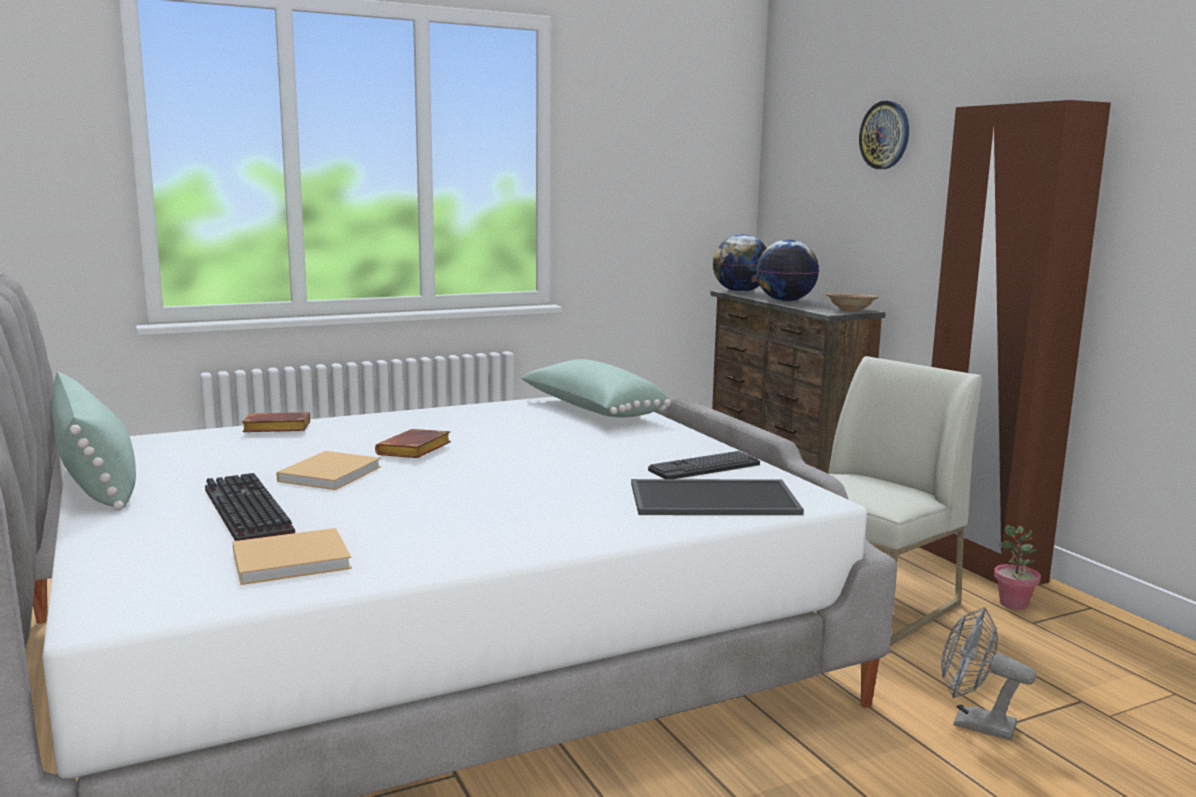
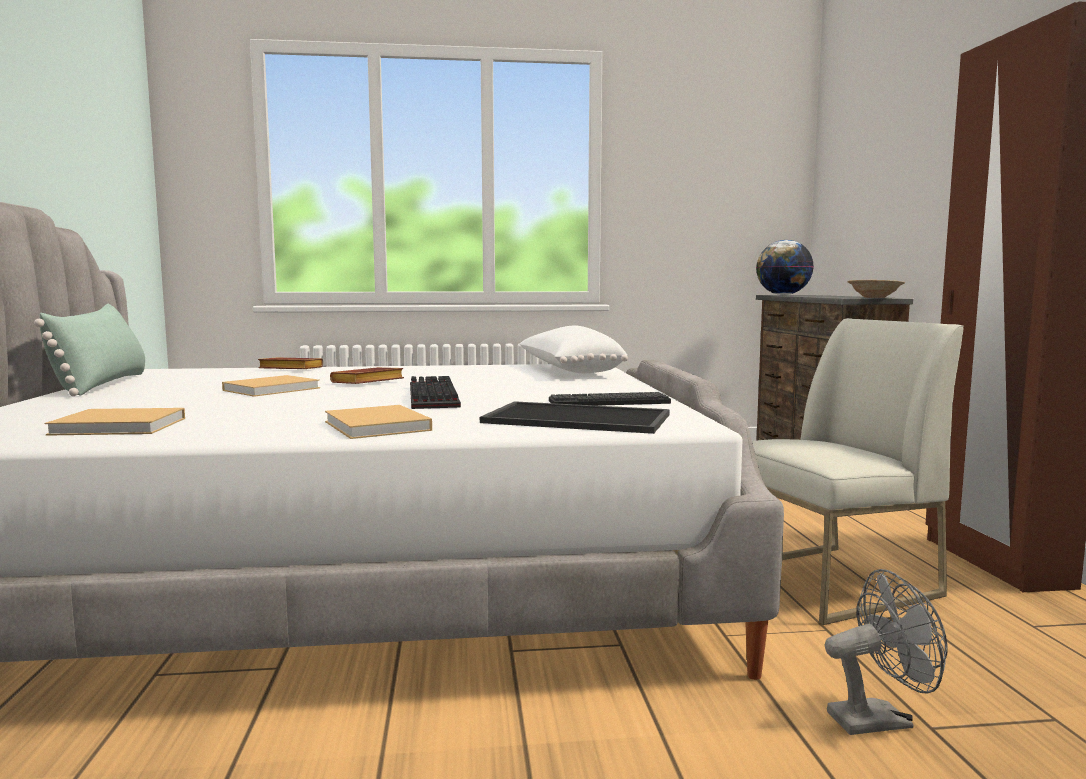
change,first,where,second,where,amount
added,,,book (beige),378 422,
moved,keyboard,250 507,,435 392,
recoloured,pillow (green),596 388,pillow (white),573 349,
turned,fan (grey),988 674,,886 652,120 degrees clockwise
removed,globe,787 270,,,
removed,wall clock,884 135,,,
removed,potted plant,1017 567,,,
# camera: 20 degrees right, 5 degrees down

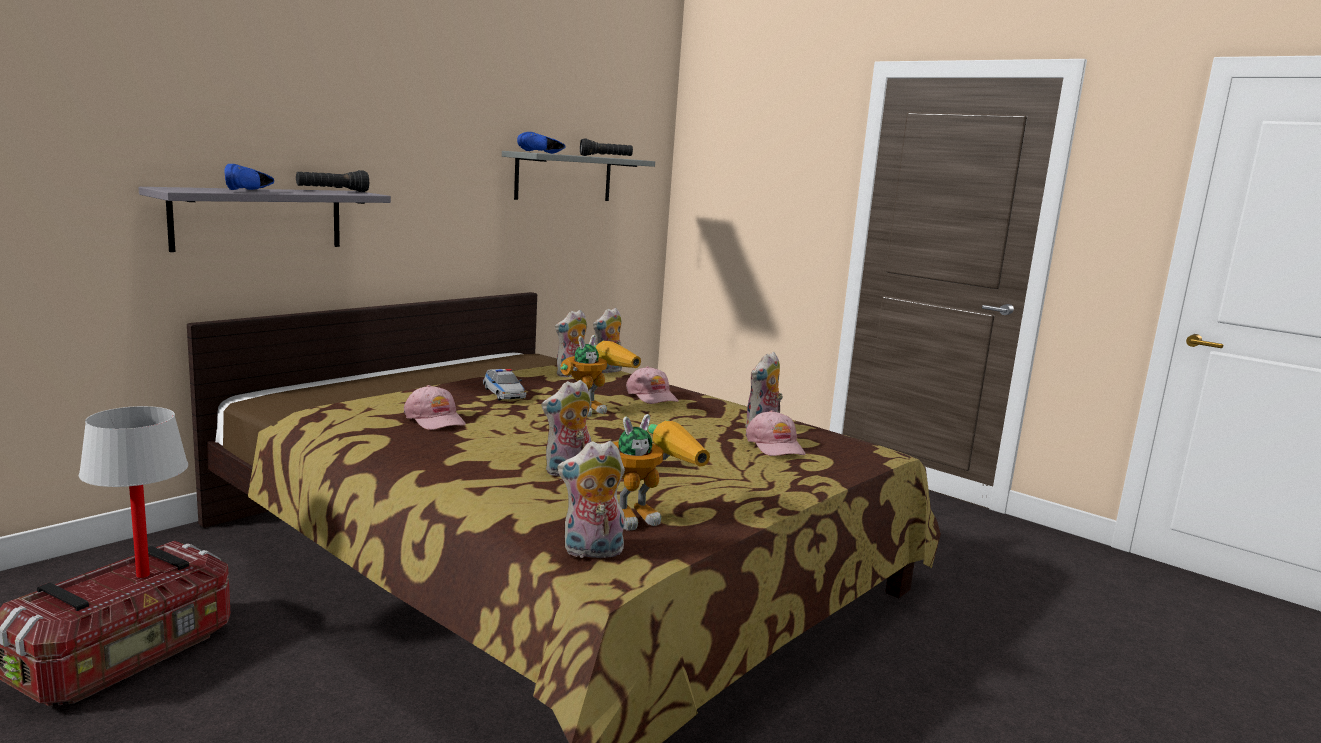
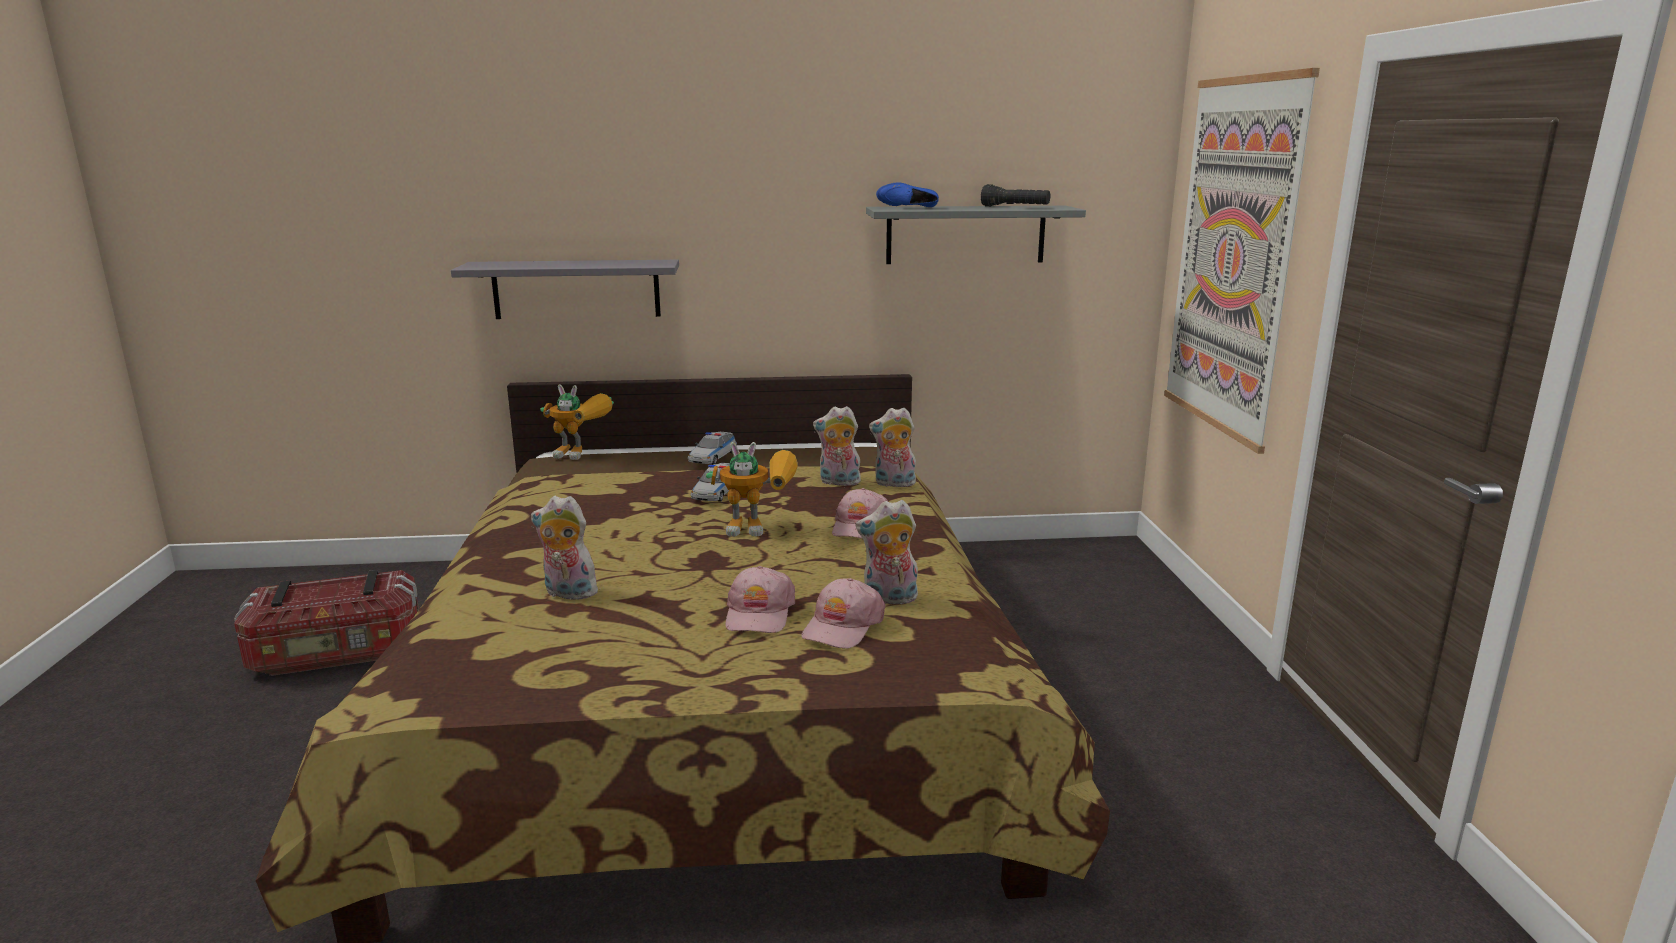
change,first,where,second,where,amount
moved,toy robot,662 472,,577 422,
added,,,toy car,712 448,
moved,cap (pink),435 407,,760 599,
added,,,picture,1242 261,
removed,table lamp (white),133 492,,,
removed,shoe (blue),249 177,,,
removed,flashlight (black),332 181,,,
removed,plush toy,591 499,,,
# camera: 45 degrees right, 5 degrees up

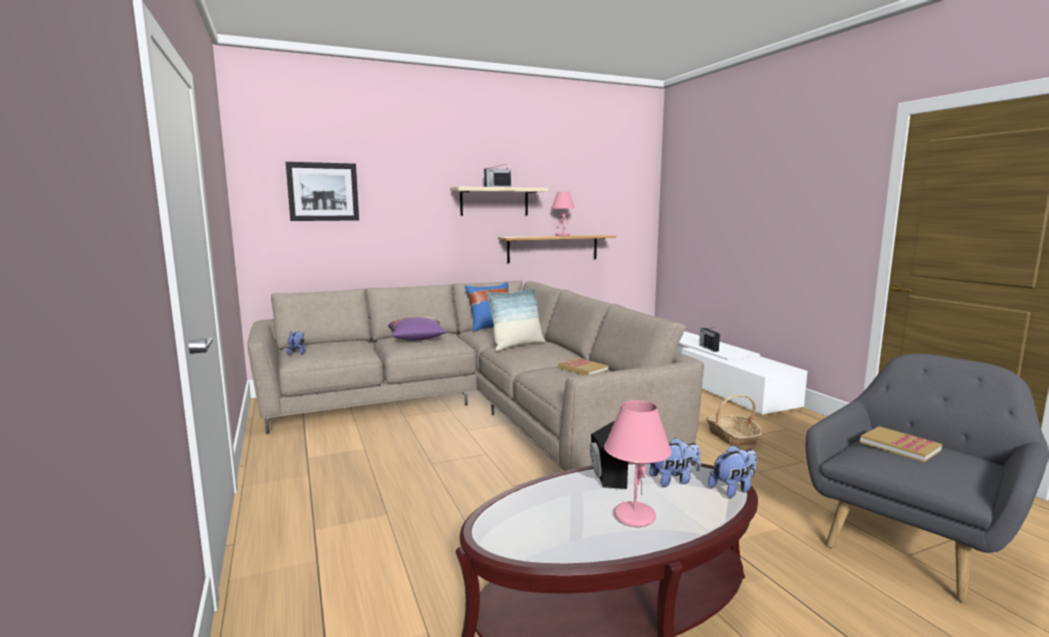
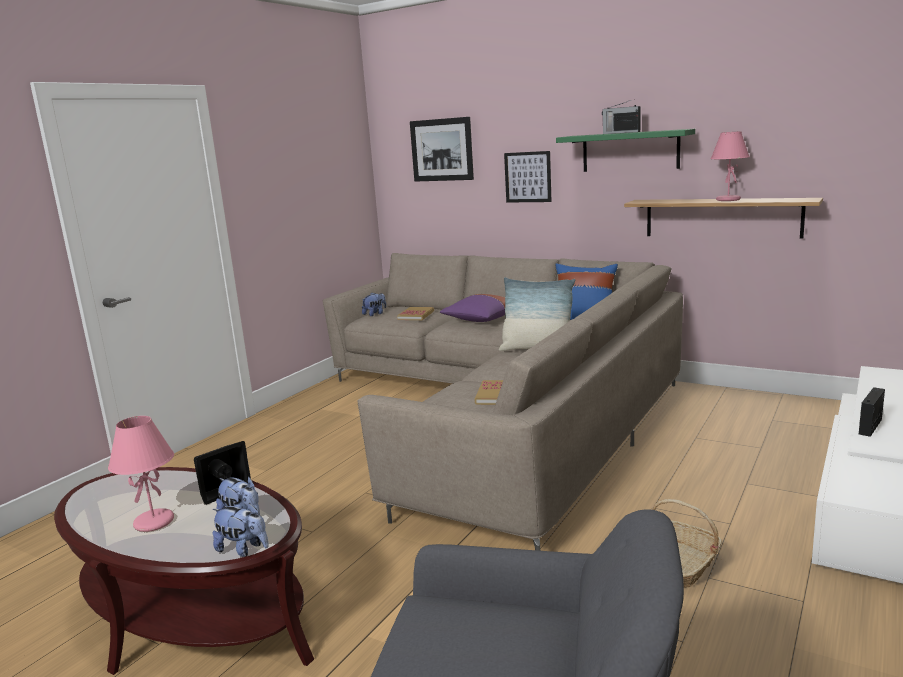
change,first,where,second,where,amount
moved,book,901 444,,415 313,
added,,,picture,528 177,
recoloured,shelf (beige),499 201,shelf (green),625 150,
# camera: 55 degrees right, 5 degrees up

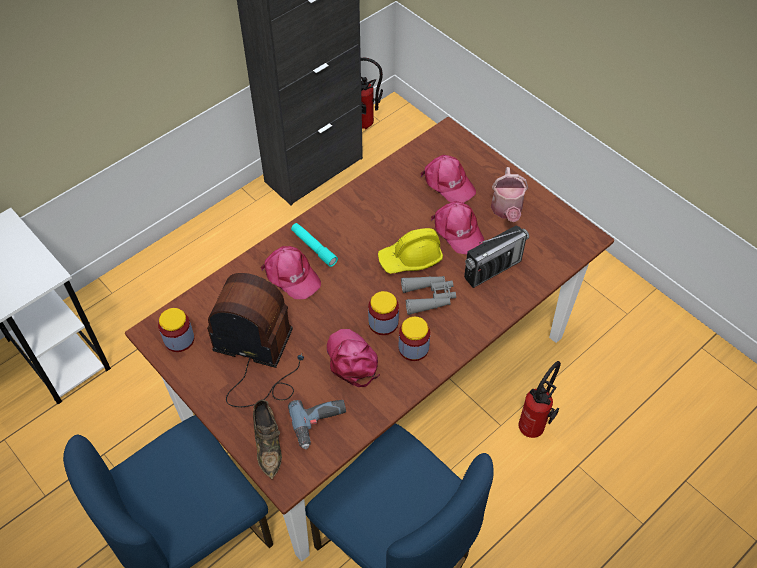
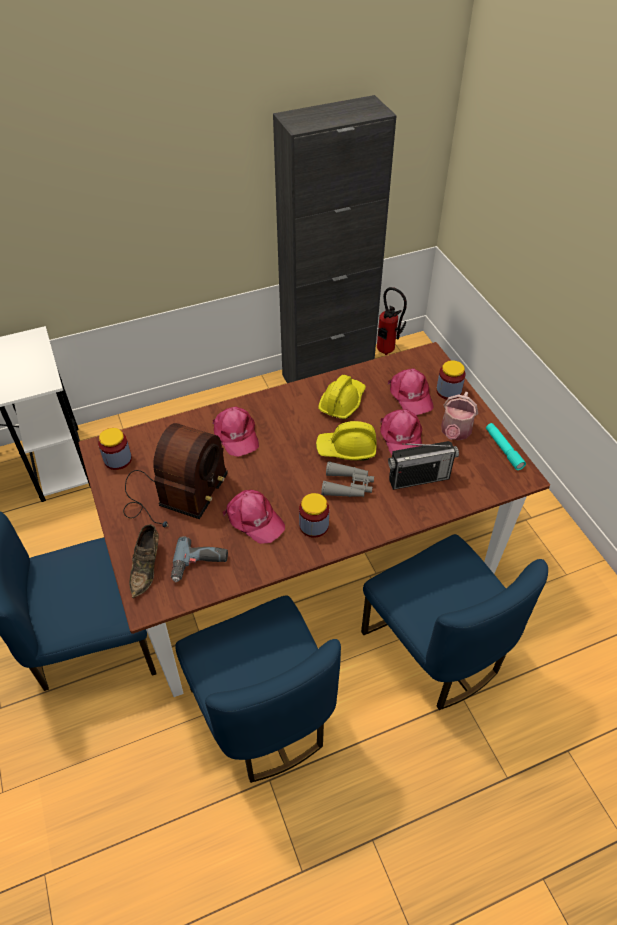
change,first,where,second,where,amount
turned,radio,255 340,,175 475,75 degrees clockwise
turned,cap (pink),353 358,,254 517,135 degrees clockwise
added,,,hard hat (yellow),342 397,
replaced,fire extinguisher,539 399,chair (blue),454 622,
moved,jar,383 313,,451 380,
moved,flashlight (turquoise),314 245,,506 446,
# camera: 20 degrees right, 5 degrees down

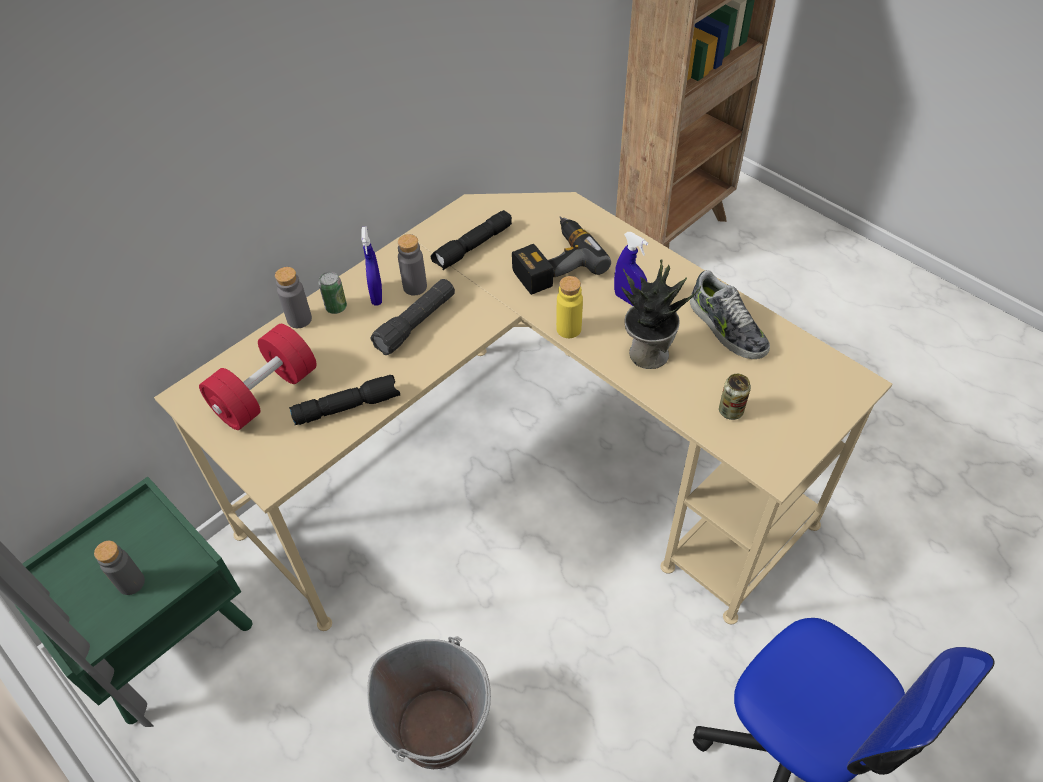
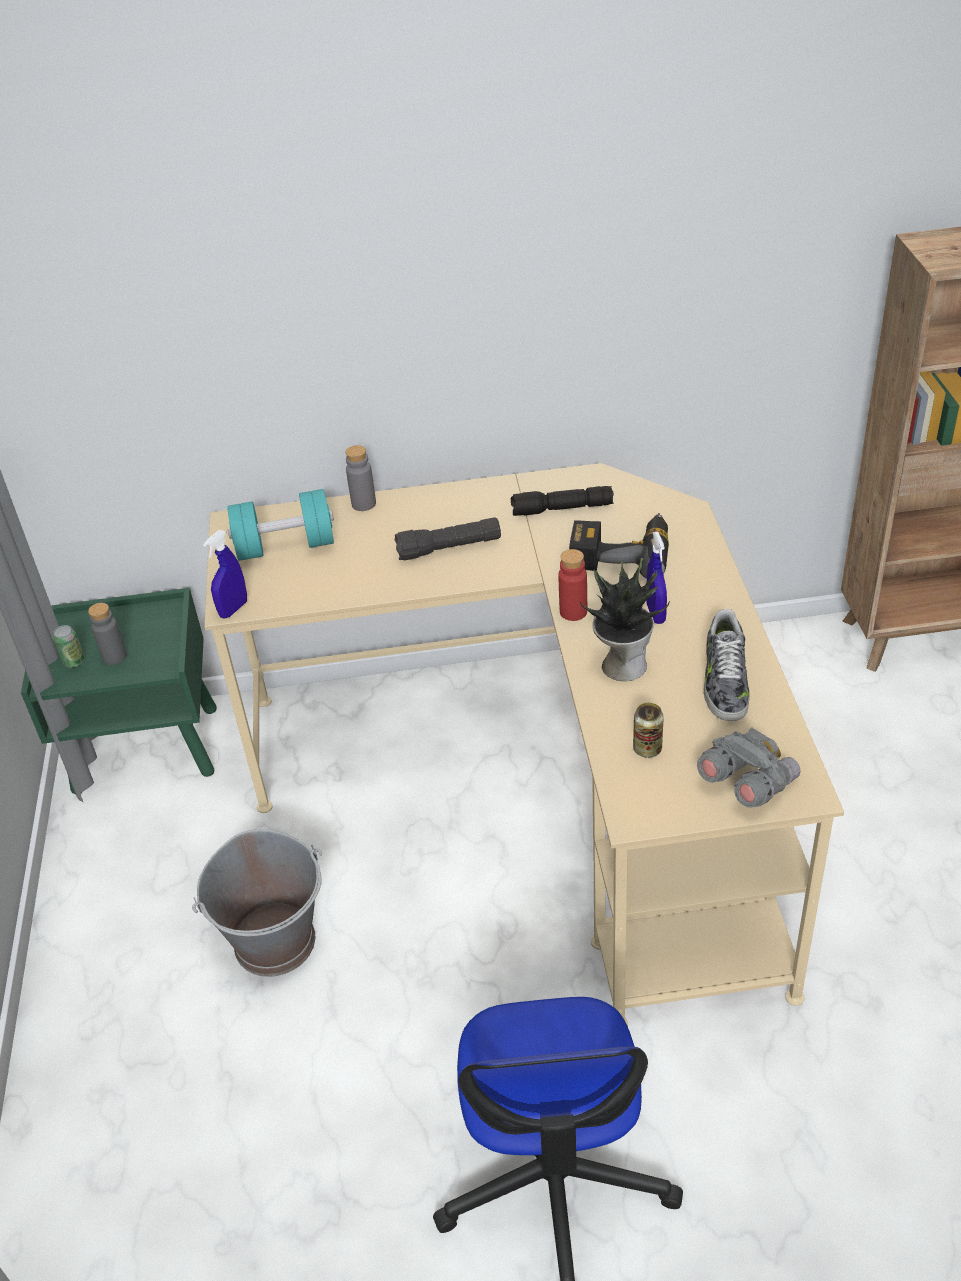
change,first,where,second,where,amount
moved,can,333 293,,68 646,
moved,spray bottle (blue),371 266,,225 574,
recoloured,dumbbell (red),258 377,dumbbell (turquoise),280 525,
recoloured,bottle (yellow),569 307,bottle (red),573 585,
added,,,binoculars (grey),749 767,
removed,flashlight (black),344 400,,,
removed,bottle (grey),412 265,,,
# camera: 40 degrees right, 10 degrees down

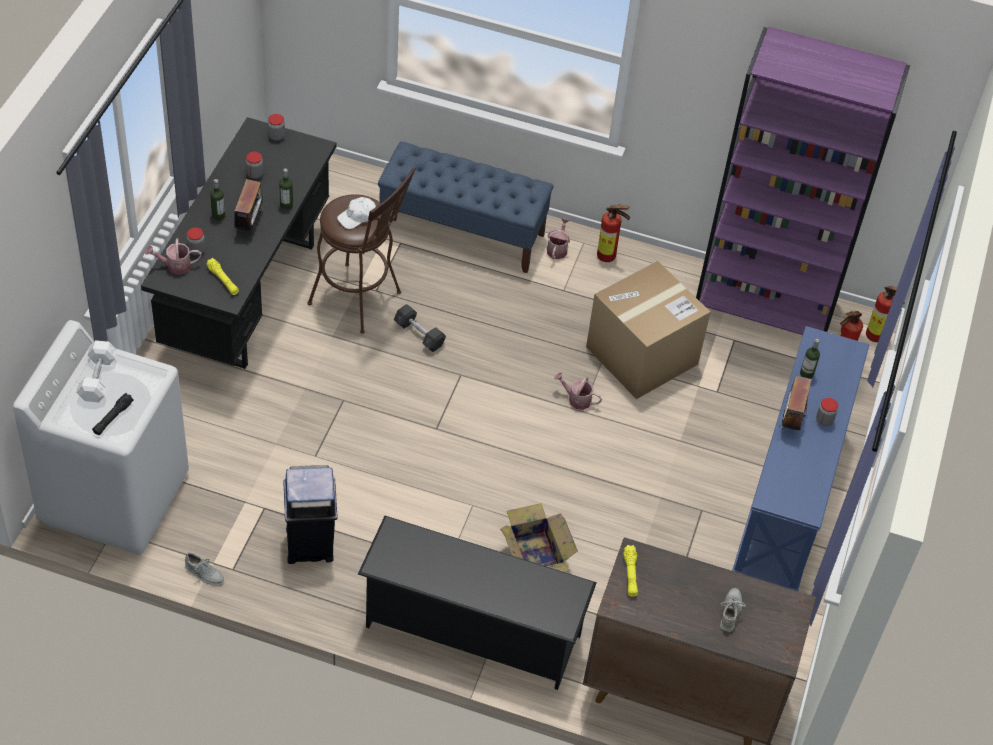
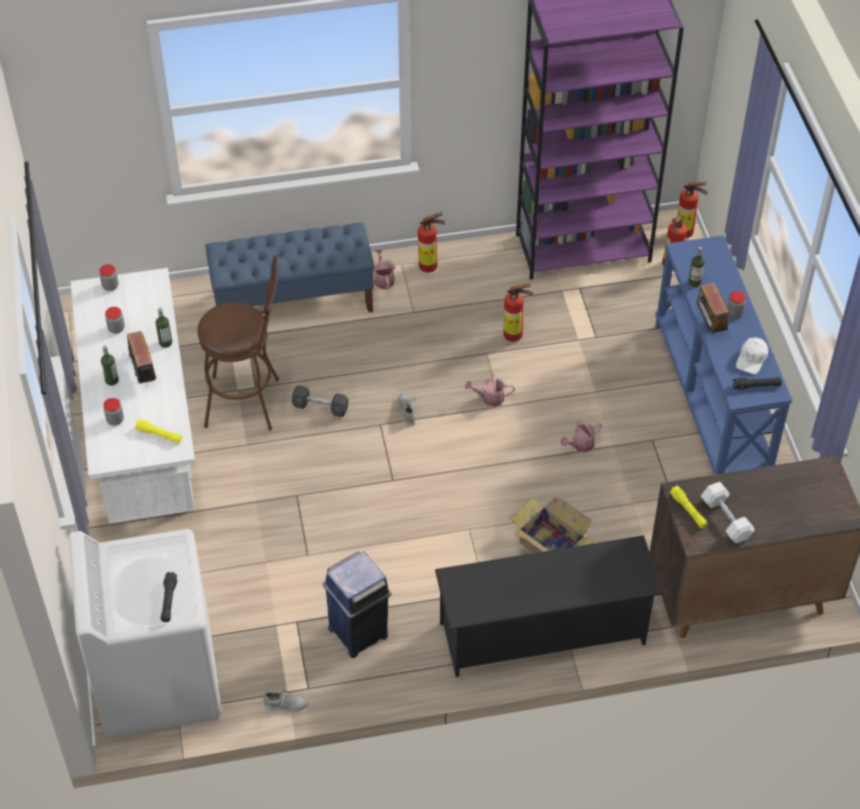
change,first,where,second,where,amount
recoloured,desk (black),238 243,desk (white),132 396,
moved,shoe (grey),733 610,,407 409,
replaced,cardboard box,648 330,fire extinguisher,518 312,
moved,watering can,173 256,,581 436,
moved,dumbbell (white),97 371,,728 512,
added,,,flashlight (black),757 383,
moved,cap (white),356 213,,752 355,
# camera: 25 degrees left, 0 degrees up

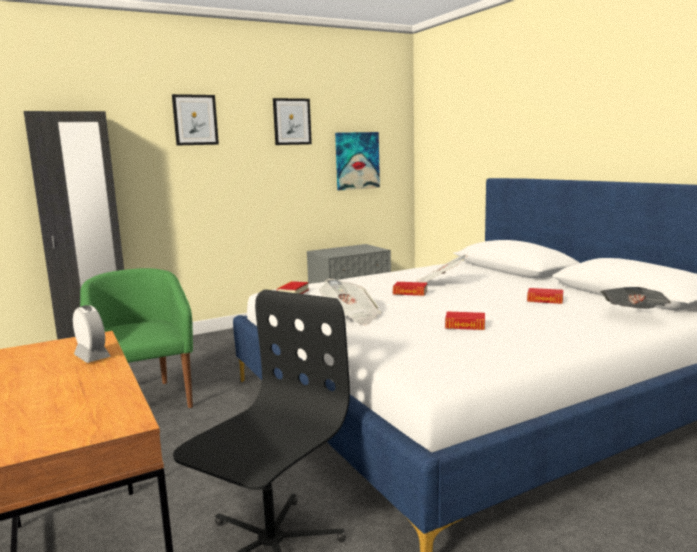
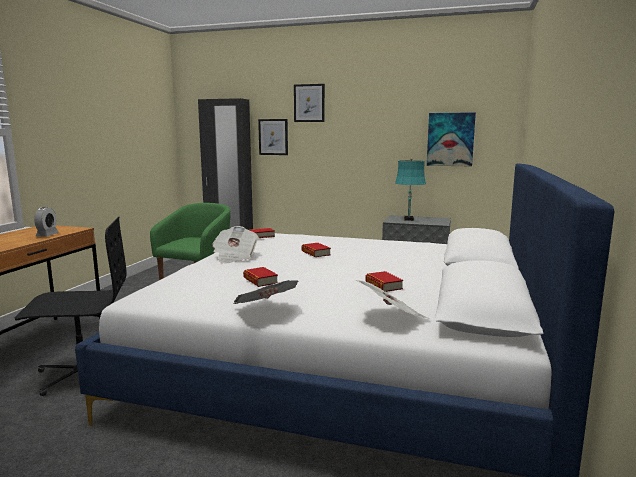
change,first,where,second,where,amount
moved,newspaper,442 268,,266 292,
moved,picture,292 121,,273 137,
added,,,table lamp (turquoise),410 189,
# camera: 45 degrees right, 0 degrees up

